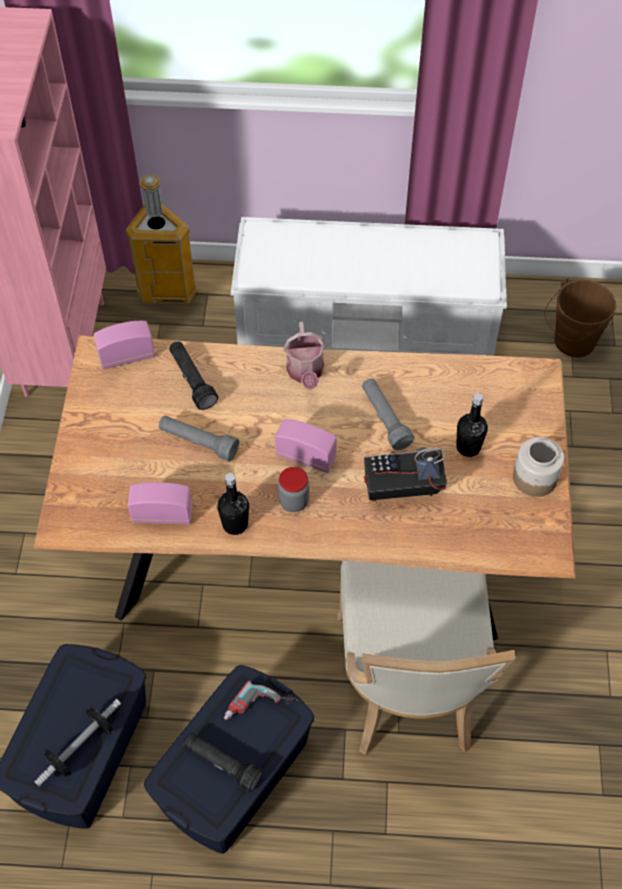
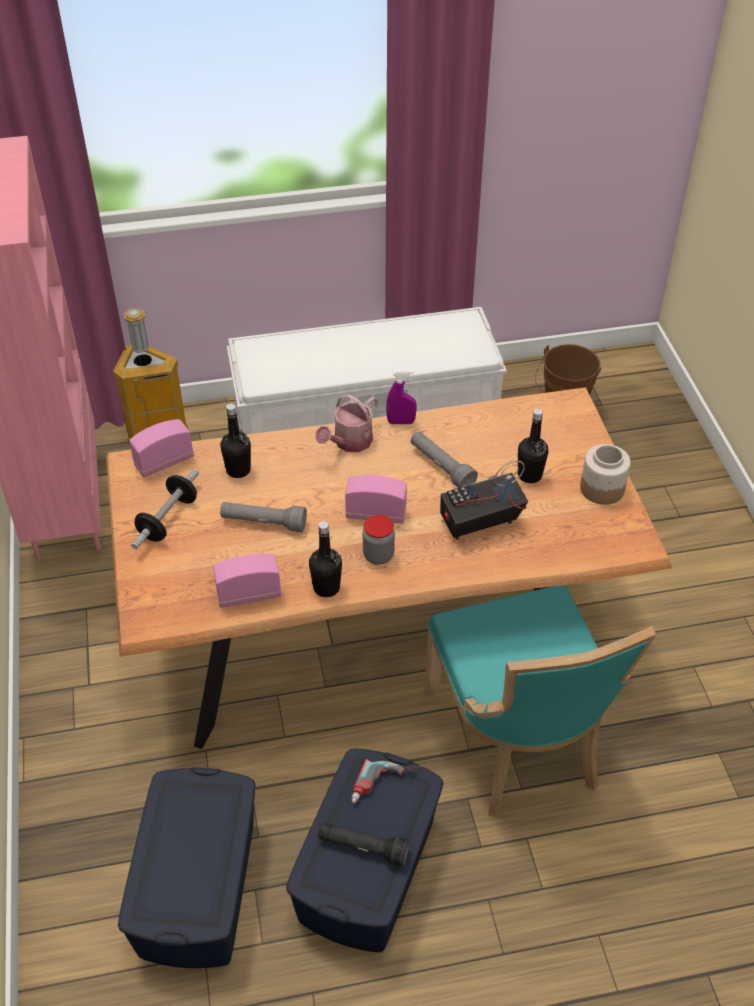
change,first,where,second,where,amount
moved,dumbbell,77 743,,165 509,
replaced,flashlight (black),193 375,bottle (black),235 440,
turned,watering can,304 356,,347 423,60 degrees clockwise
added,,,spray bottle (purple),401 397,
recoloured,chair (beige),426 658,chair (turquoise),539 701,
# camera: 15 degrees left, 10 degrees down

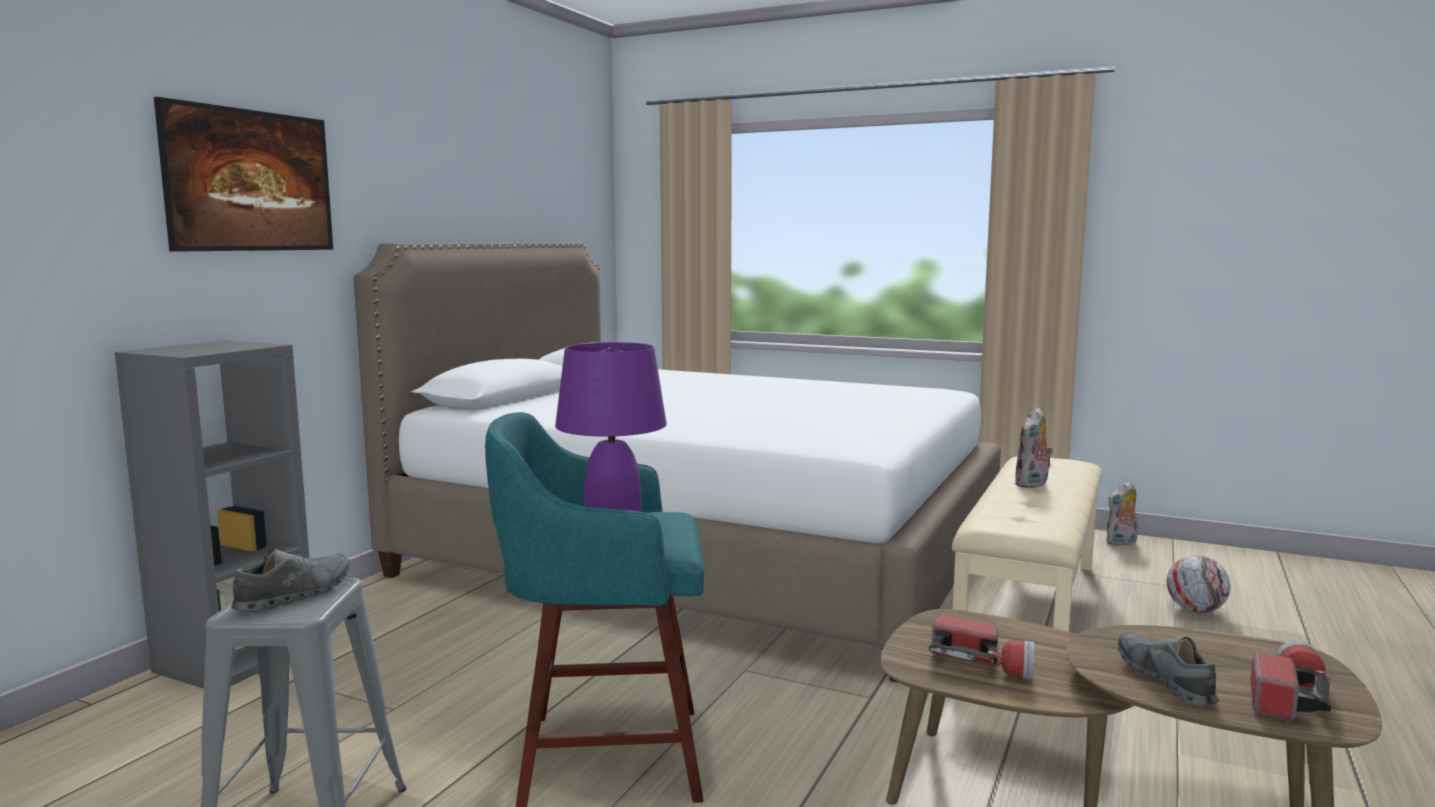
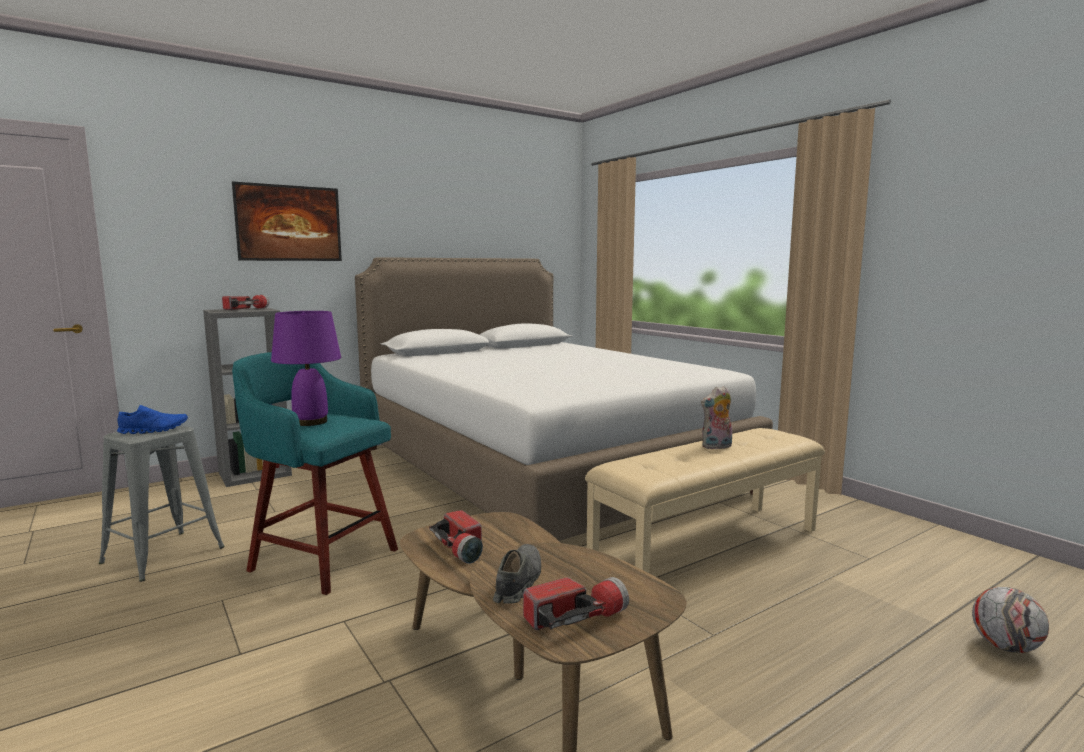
change,first,where,second,where,amount
recoloured,shoe (grey),290 580,shoe (blue),152 419,
added,,,flashlight,245 302,
moved,football,1198 584,,1010 620,
removed,plush toy,1122 513,,,
# camera: 30 degrees right, 0 degrees up

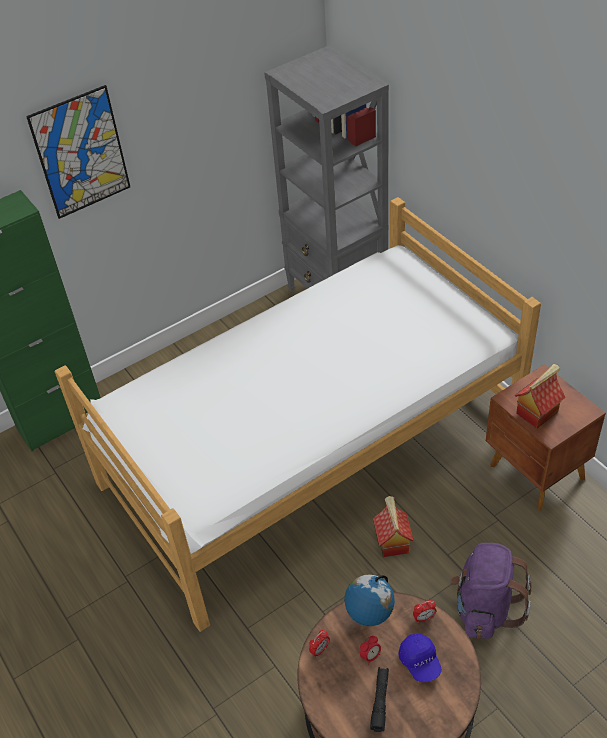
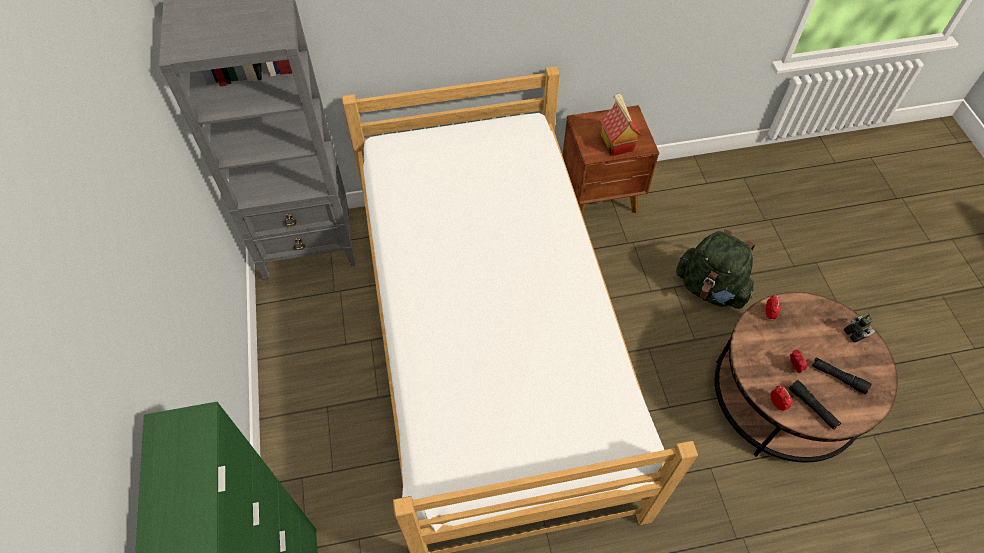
change,first,where,second,where,amount
recoloured,backpack (purple),490 591,backpack (green),715 269,
added,,,flashlight (black),815 405,
added,,,toy robot,859 328,
removed,picture,78 152,,,
removed,globe,369 600,,,
removed,toy house,393 526,,,
removed,cap (blue),420 658,,,
# camera: 70 degrees left, 10 degrees up

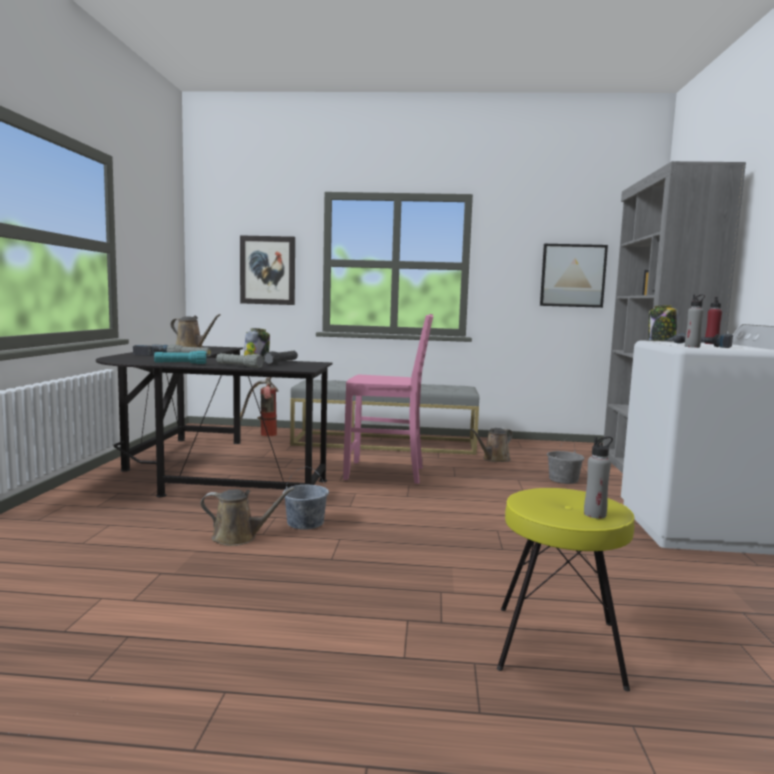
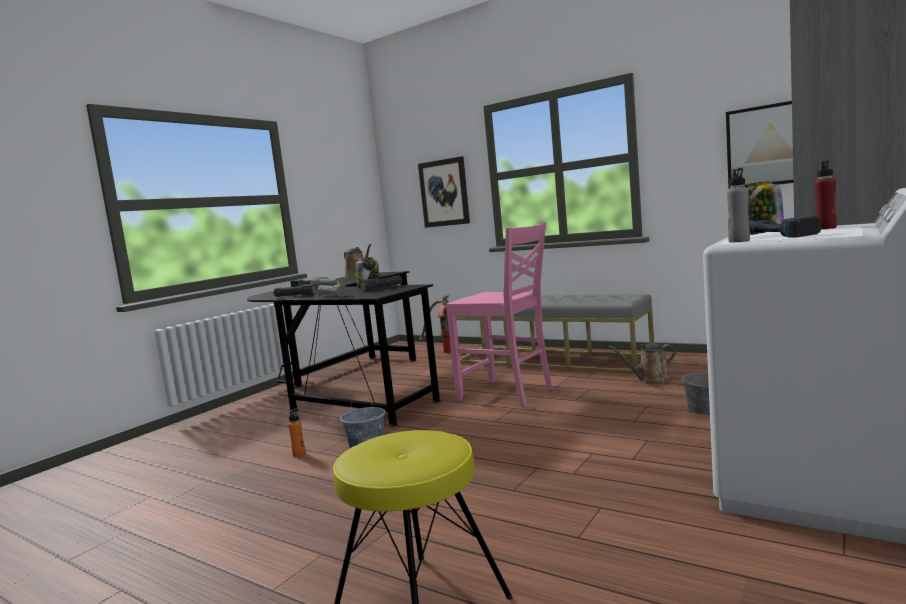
change,first,where,second,where,amount
recoloured,flashlight (turquoise),180 357,flashlight (black),295 290,
replaced,watering can (brown),248 516,bottle (orange),296 432,
removed,bottle (grey),598 477,,,
# camera: 30 degrees right, 0 degrees up

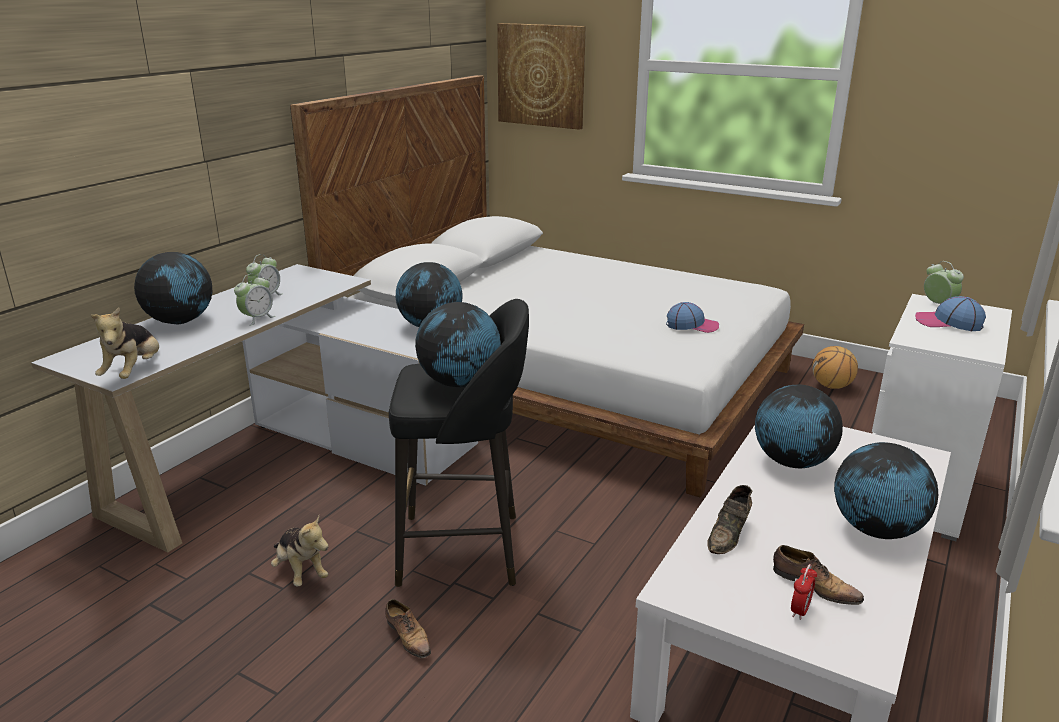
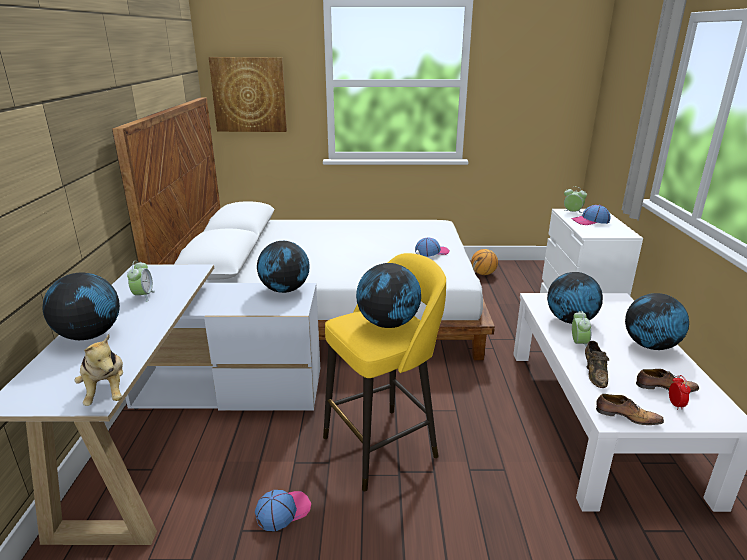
change,first,where,second,where,amount
replaced,plush toy,300 551,cap,283 510,
recoloured,stool (black),459 443,stool (yellow),384 372,
moved,alarm clock,255 300,,581 329,
moved,shoe,408 628,,630 409,
# camera: 30 degrees left, 0 degrees up

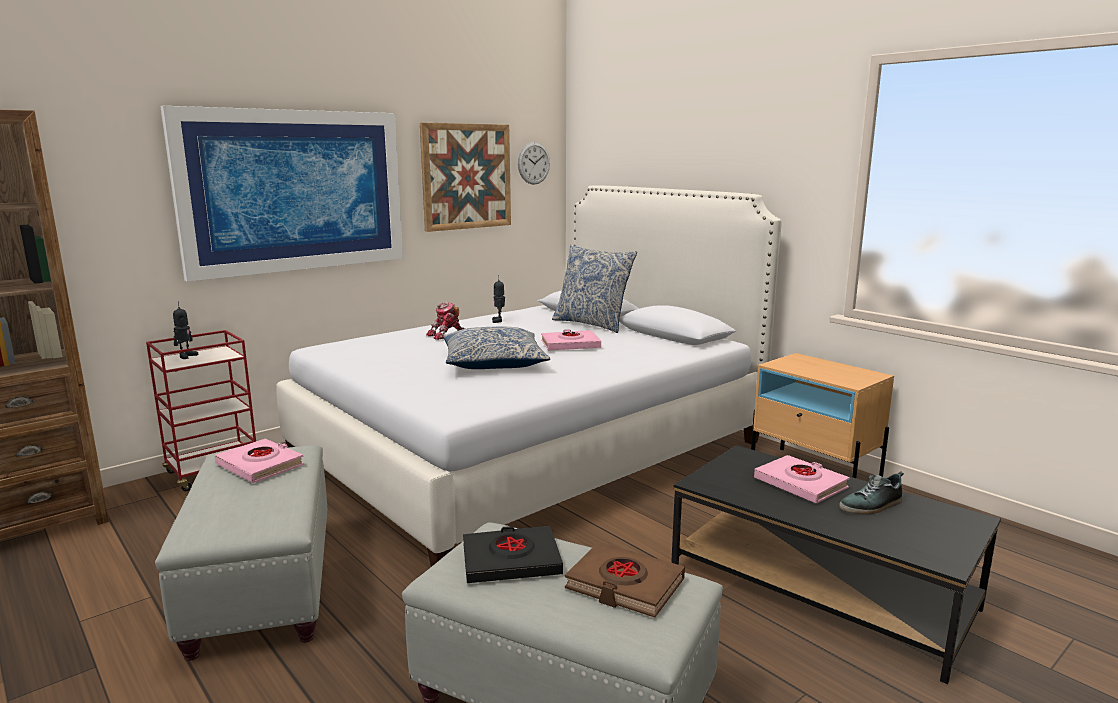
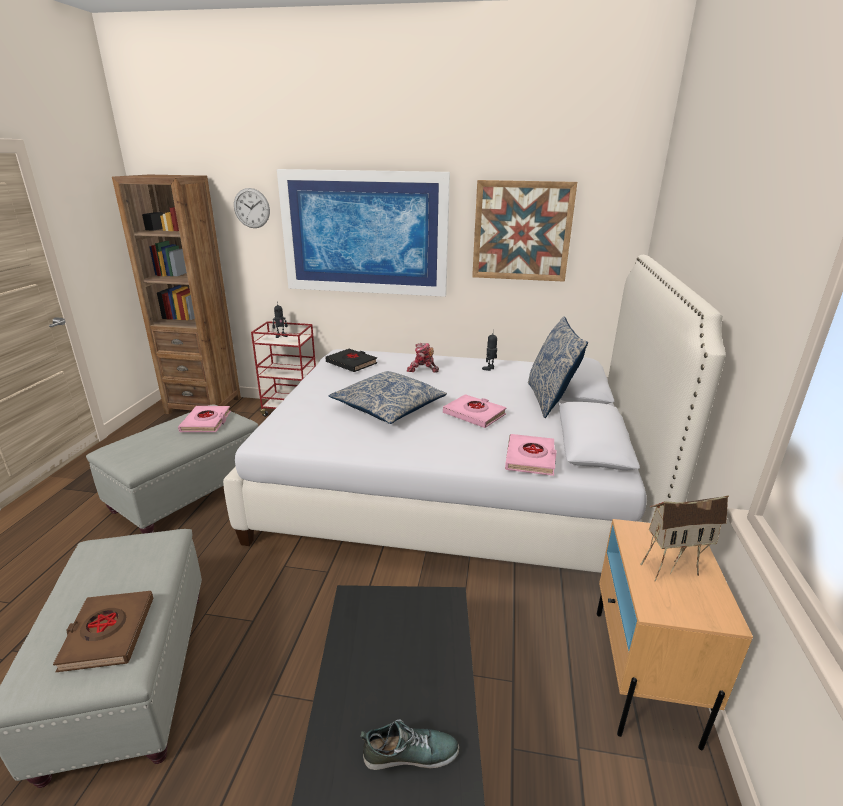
change,first,where,second,where,amount
moved,wall clock,534 163,,252 208,
moved,book (black),513 554,,351 360,
turned,shoe,872 492,,409 744,150 degrees clockwise
moved,book (pink),802 479,,530 455,
added,,,toy house,684 538,
# camera: 50 degrees right, 10 degrees up

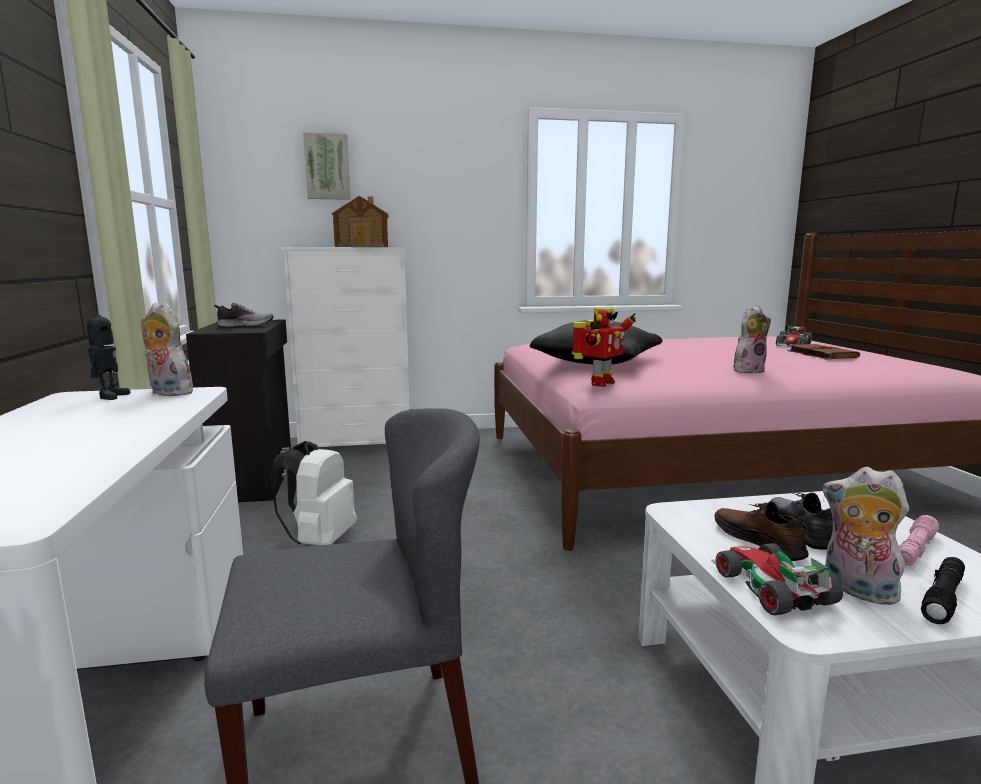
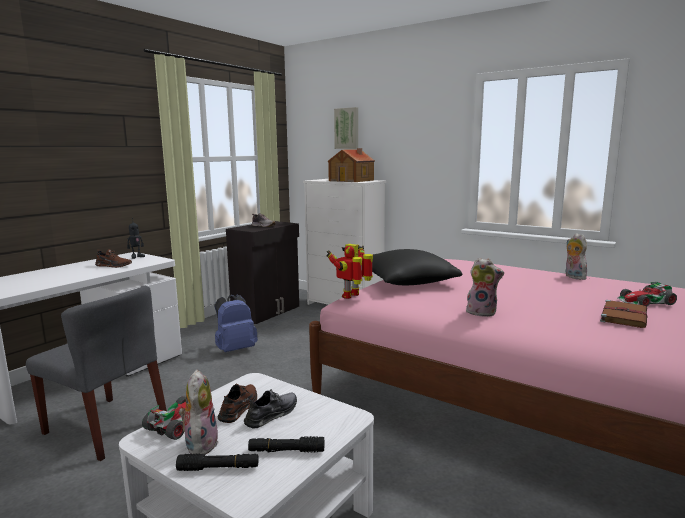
change,first,where,second,where,amount
added,,,shoe (brown),113 258,
recoloured,backpack (white),313 493,backpack (blue),236 323,
recoloured,flashlight (pink),919 540,flashlight (black),286 444,
turned,toy robot,604 347,,349 271,135 degrees clockwise
moved,plush toy,167 349,,576 256,
# camera: 45 degrees right, 0 degrees up

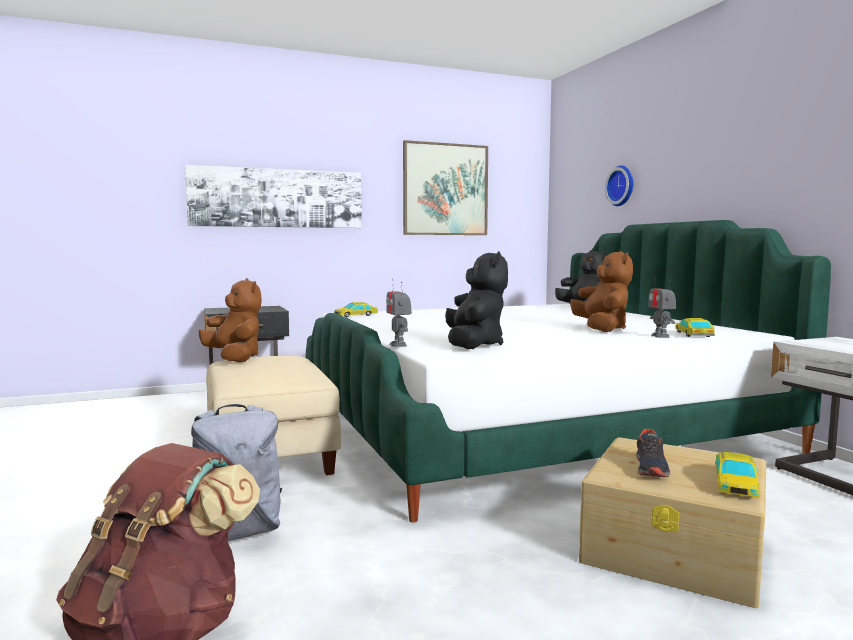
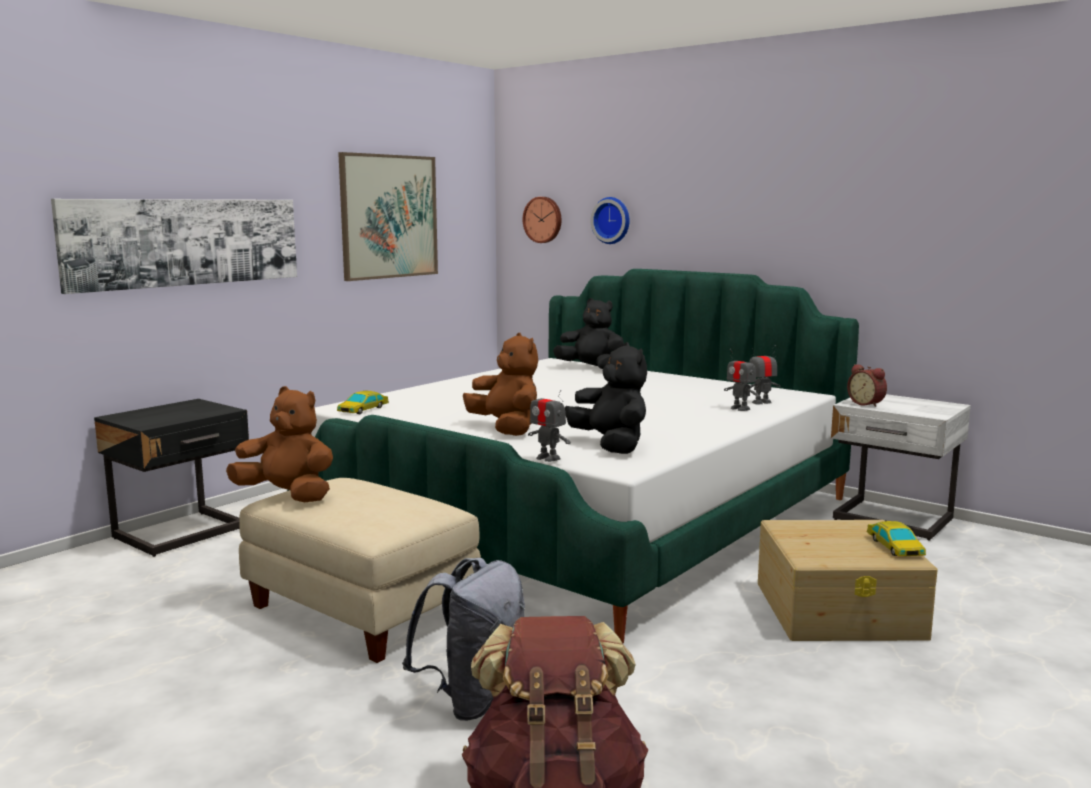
change,first,where,second,where,amount
moved,plush toy (brown),601 291,,500 384,
added,,,wall clock,542 220,
replaced,toy car,695 327,toy robot,765 375,
added,,,alarm clock,867 385,
removed,shoe,653 453,,,
# camera: 30 degrees left, 5 degrees up

